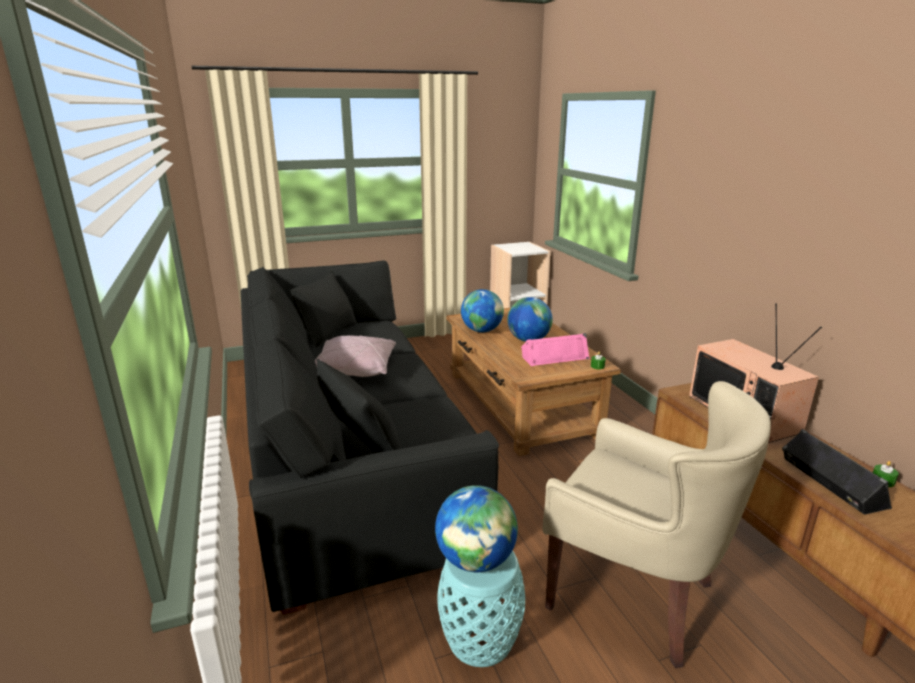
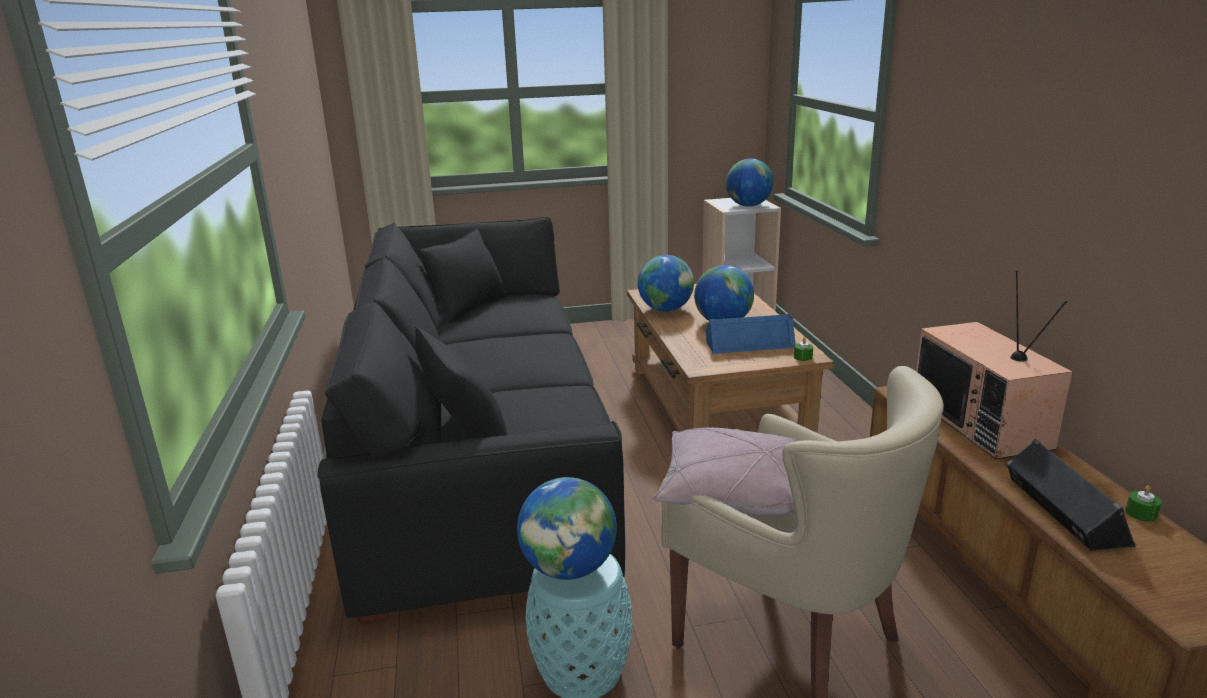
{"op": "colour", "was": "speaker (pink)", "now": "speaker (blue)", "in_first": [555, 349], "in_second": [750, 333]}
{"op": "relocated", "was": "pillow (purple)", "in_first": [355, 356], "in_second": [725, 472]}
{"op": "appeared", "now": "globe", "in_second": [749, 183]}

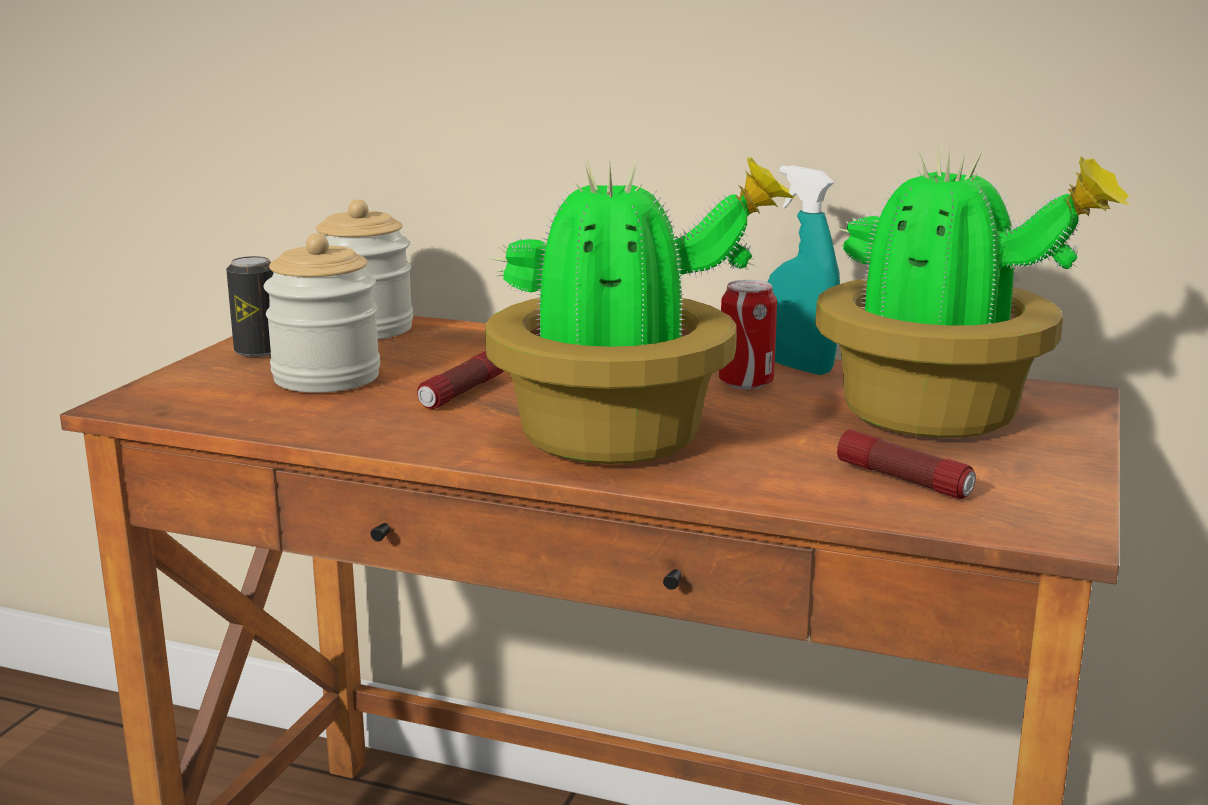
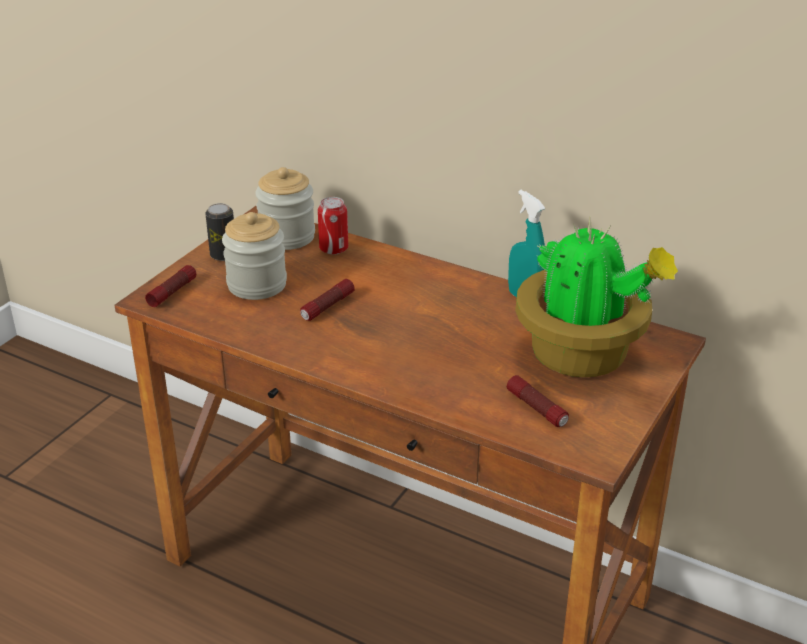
{"op": "missing", "was": "potted plant", "in_first": [641, 310]}
{"op": "relocated", "was": "can", "in_first": [748, 335], "in_second": [333, 226]}
{"op": "appeared", "now": "flashlight", "in_second": [170, 286]}

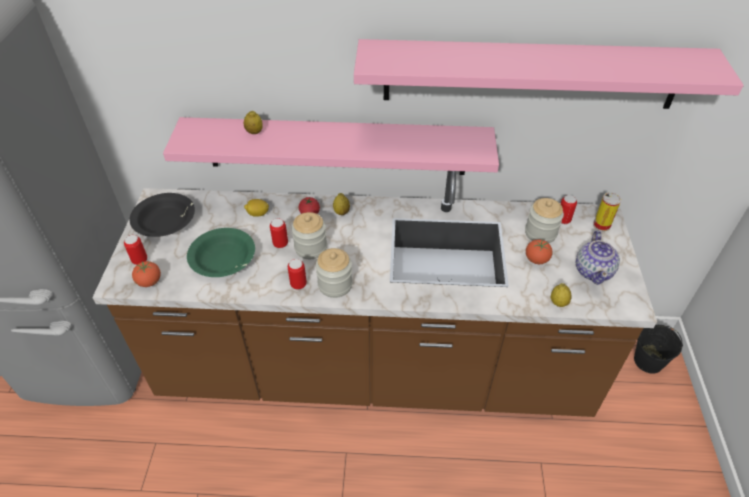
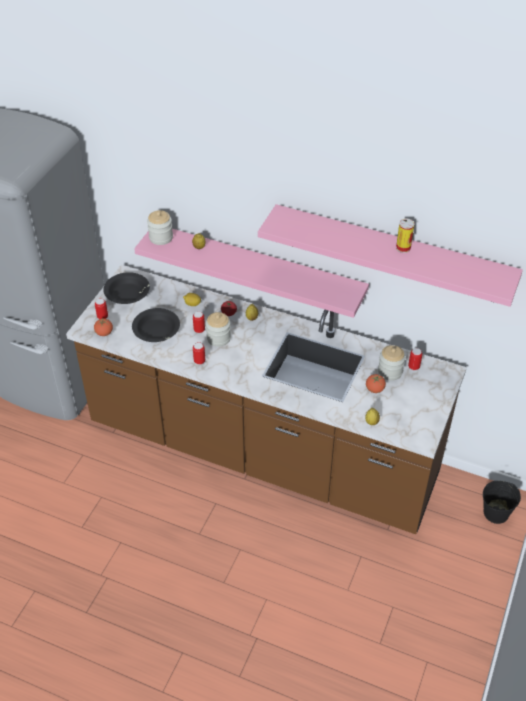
{"op": "relocated", "was": "can", "in_first": [607, 211], "in_second": [405, 236]}
{"op": "colour", "was": "bowl (green)", "now": "bowl (black)", "in_first": [221, 252], "in_second": [156, 325]}
{"op": "missing", "was": "teapot", "in_first": [598, 257]}
{"op": "relocated", "was": "jar", "in_first": [334, 273], "in_second": [160, 227]}

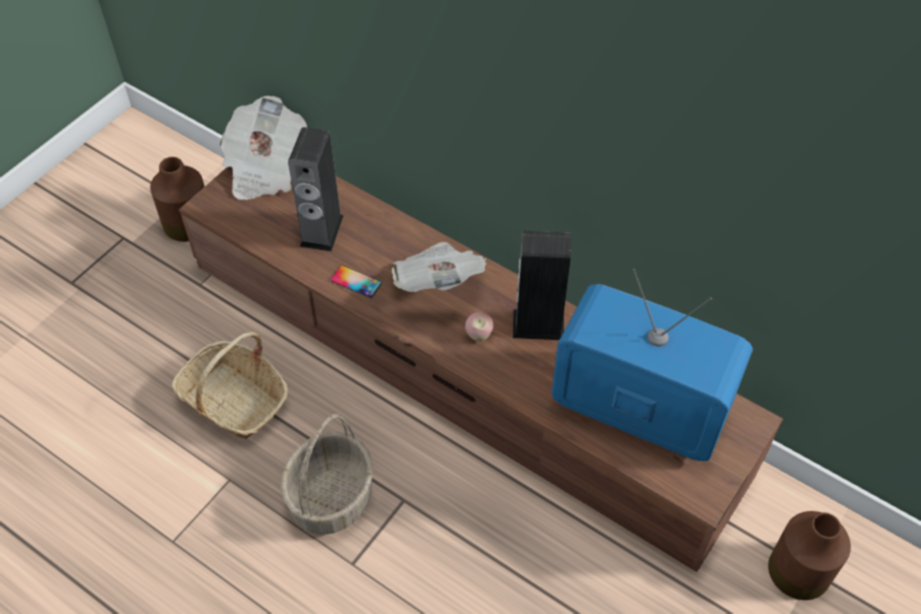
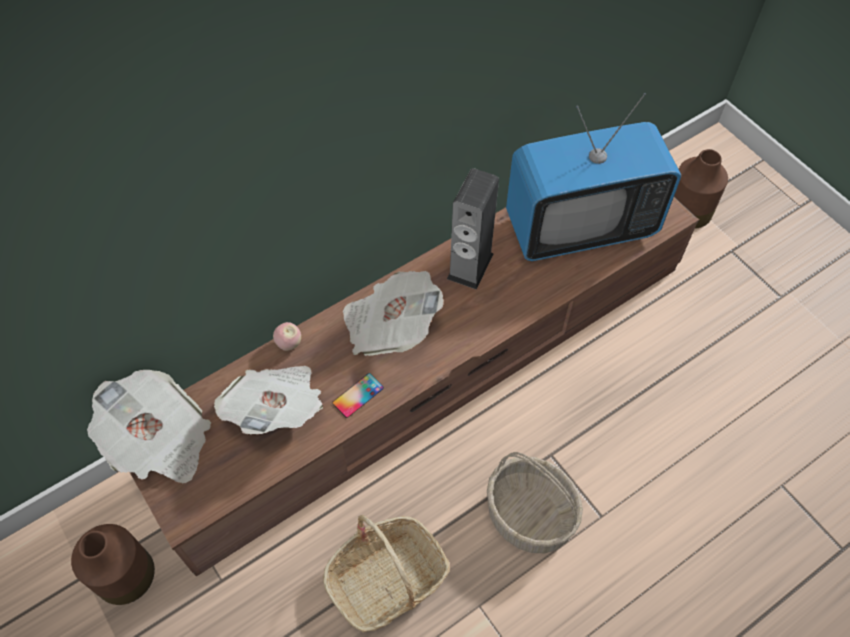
{"op": "exchanged", "was": "speaker", "now": "newspaper", "in_first": [316, 189], "in_second": [268, 399]}
{"op": "spun", "was": "television", "in_first": [652, 365], "in_second": [593, 177], "clockwise": -150}
{"op": "relocated", "was": "apple", "in_first": [479, 326], "in_second": [287, 336]}

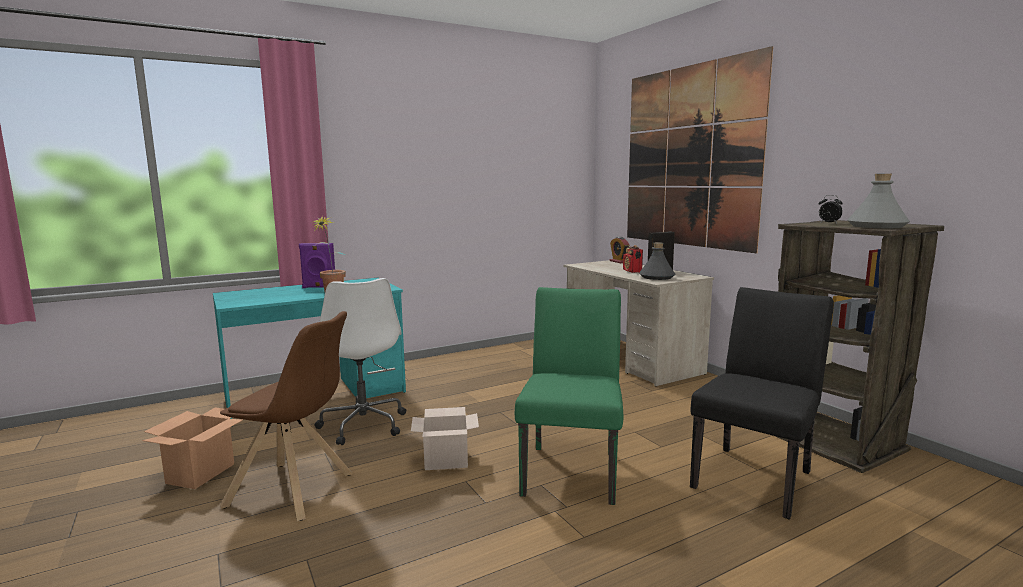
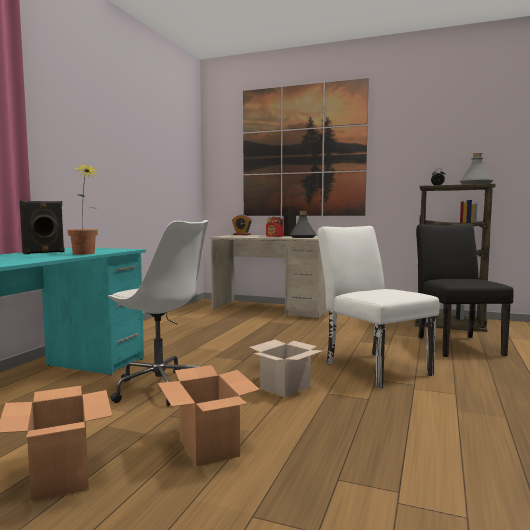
{"op": "colour", "was": "speaker (purple)", "now": "speaker (black)", "in_first": [317, 265], "in_second": [42, 227]}
{"op": "colour", "was": "chair (green)", "now": "chair (white)", "in_first": [569, 396], "in_second": [378, 307]}
{"op": "exchanged", "was": "chair (brown)", "now": "cardboard box", "in_first": [286, 416], "in_second": [209, 416]}

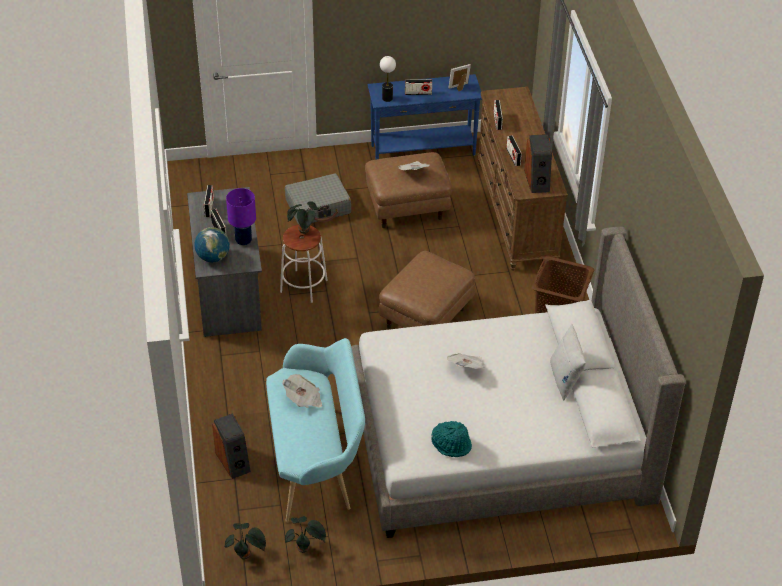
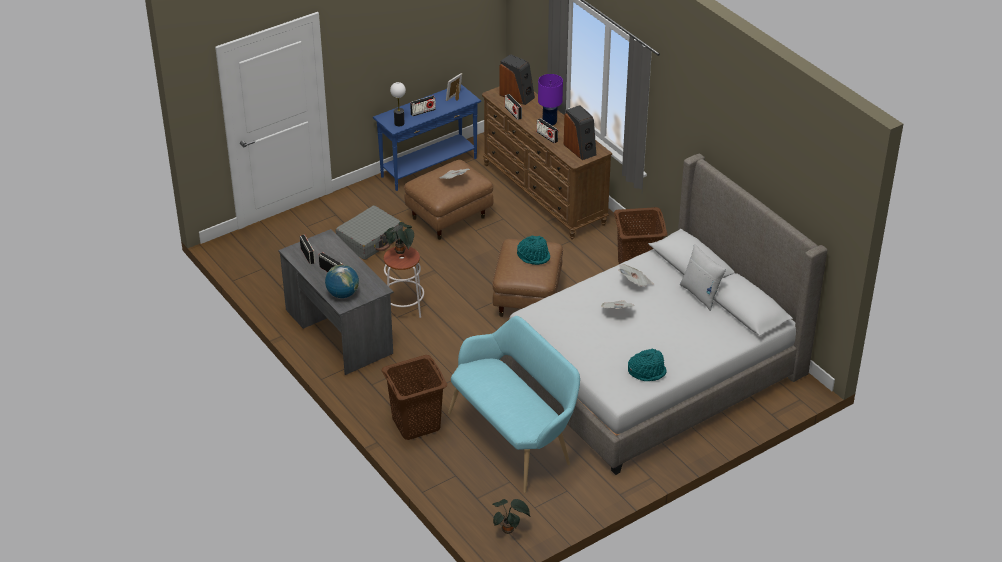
{"op": "relocated", "was": "table lamp (purple)", "in_first": [241, 216], "in_second": [550, 100]}
{"op": "relocated", "was": "newspaper", "in_first": [302, 391], "in_second": [636, 275]}
{"op": "relocated", "was": "speaker", "in_first": [231, 446], "in_second": [517, 79]}
{"op": "missing", "was": "potted plant", "in_first": [305, 534]}
{"op": "appeared", "now": "hat (turquoise)", "in_second": [533, 250]}
{"op": "appeared", "now": "laundry basket (brown)", "in_second": [414, 397]}

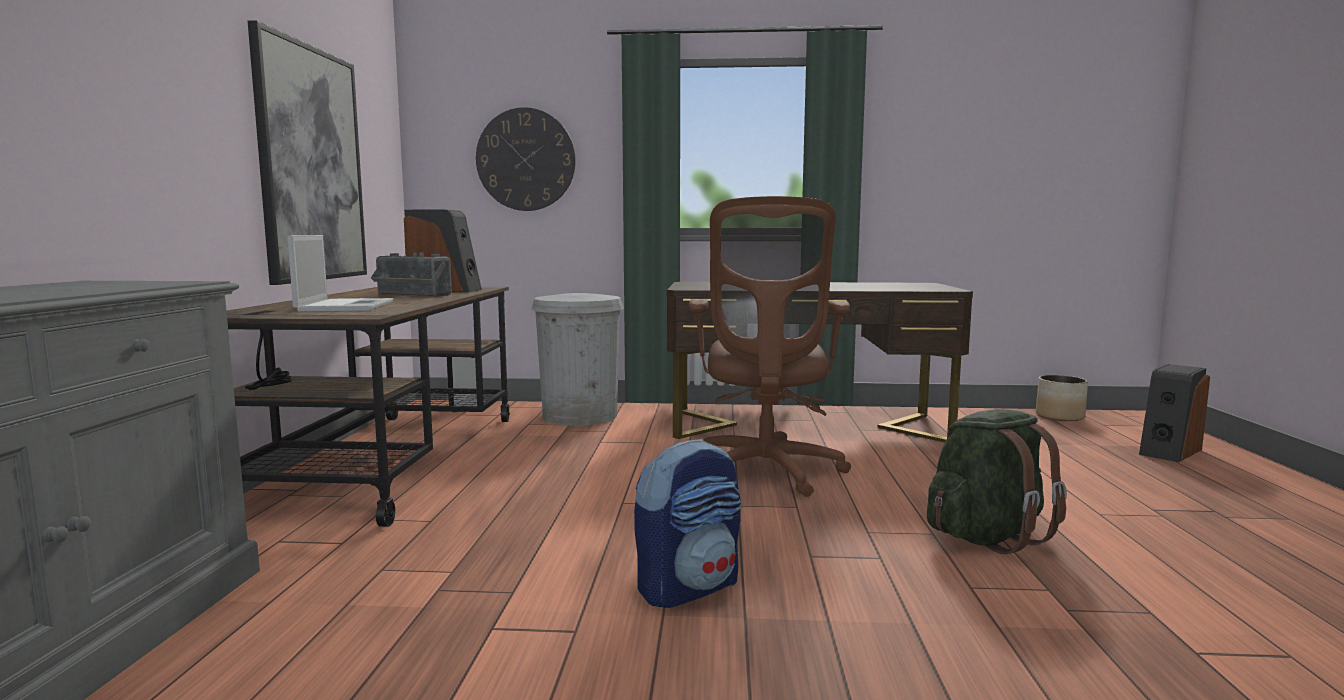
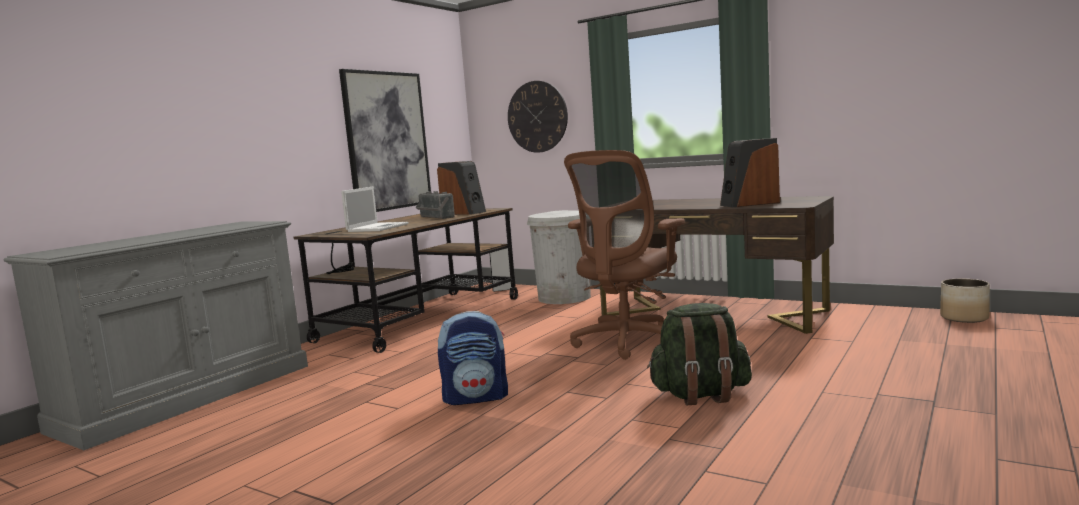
{"op": "relocated", "was": "speaker", "in_first": [1174, 413], "in_second": [750, 172]}

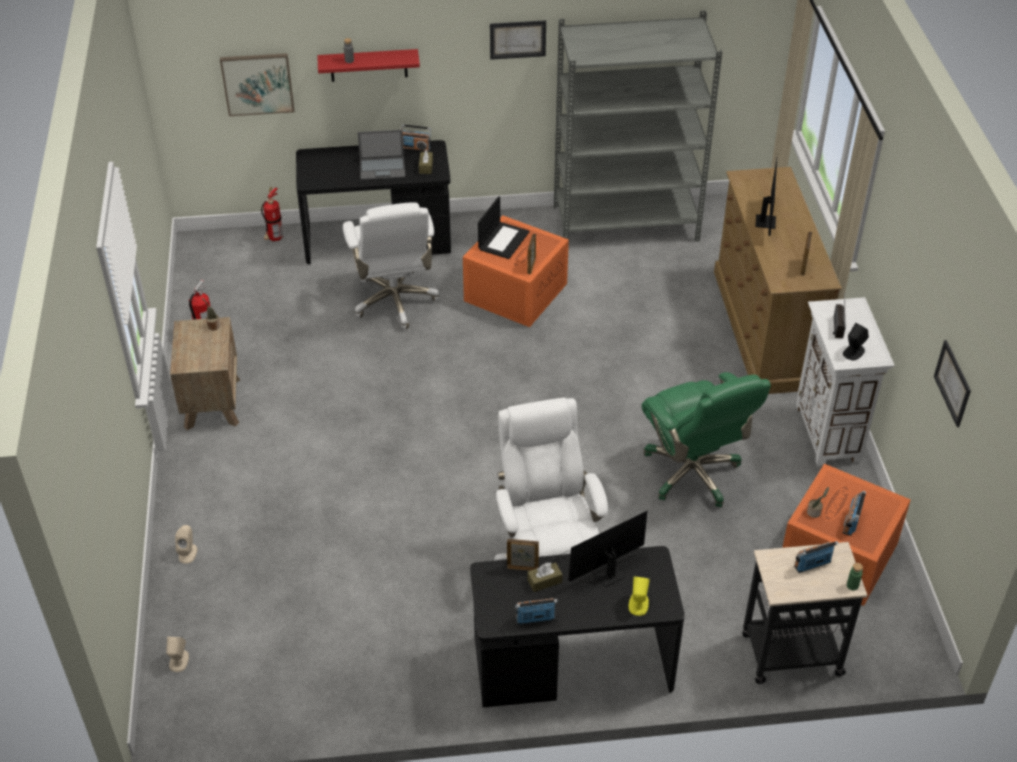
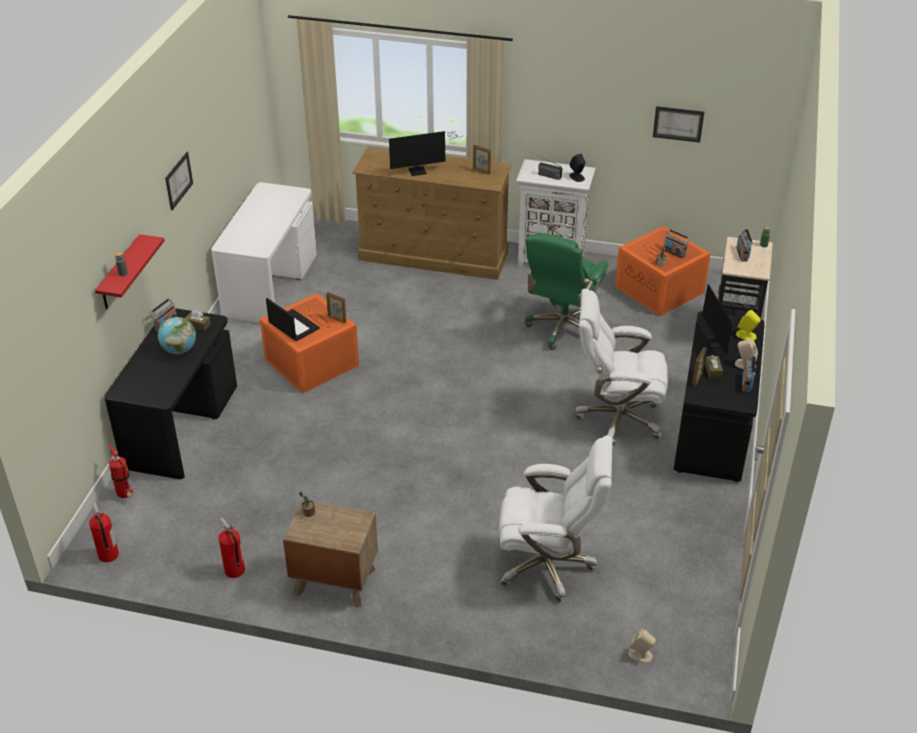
{"op": "exchanged", "was": "bookcase (grey)", "now": "desk (white)", "in_first": [638, 130], "in_second": [264, 252]}
{"op": "missing", "was": "picture", "in_first": [257, 84]}
{"op": "exchanged", "was": "laptop", "now": "globe", "in_first": [381, 155], "in_second": [177, 335]}
{"op": "spun", "was": "monitor", "in_first": [766, 197], "in_second": [424, 153], "clockwise": 135}
{"op": "relocated", "was": "office chair (white)", "in_first": [391, 266], "in_second": [556, 518]}
{"op": "spun", "was": "office chair (green)", "in_first": [706, 440], "in_second": [567, 291], "clockwise": 120}
{"op": "relocated", "was": "speaker (beige)", "in_first": [186, 544], "in_second": [746, 354]}
{"op": "appeared", "now": "fire extinguisher", "in_second": [104, 531]}

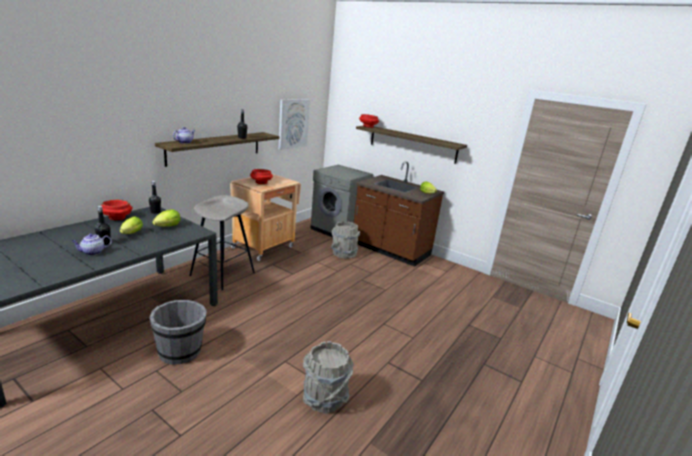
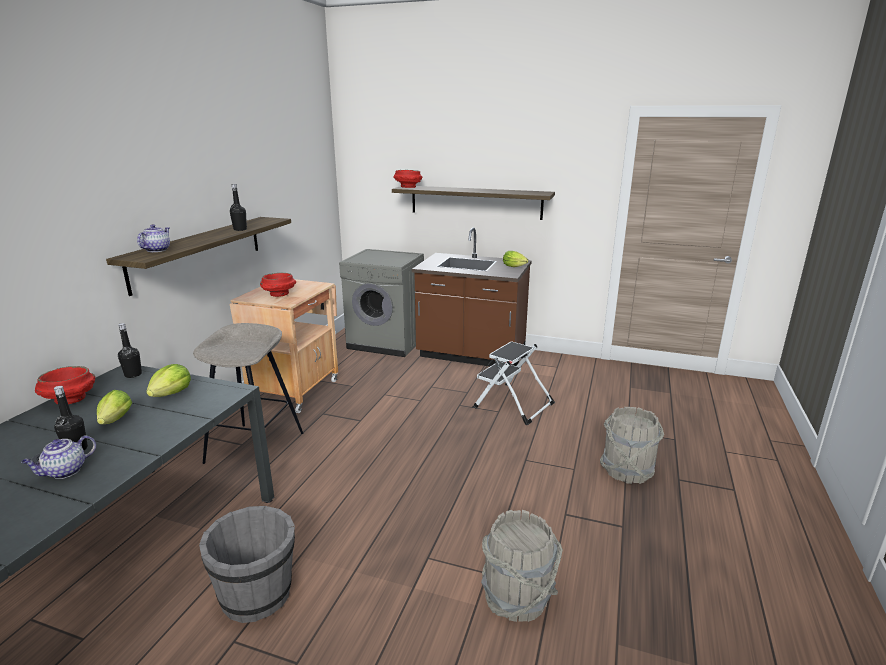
{"op": "missing", "was": "picture", "in_first": [294, 124]}
{"op": "relocated", "was": "bucket (grey)", "in_first": [345, 240], "in_second": [632, 445]}
{"op": "appeared", "now": "step ladder", "in_second": [514, 383]}

